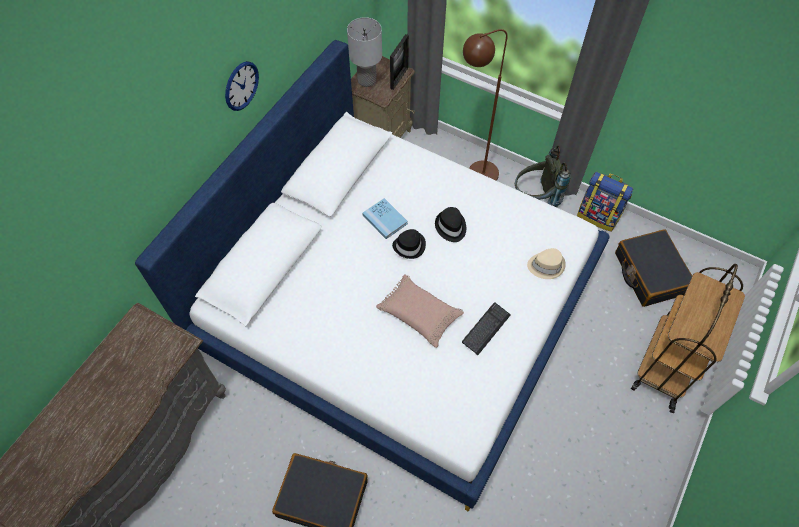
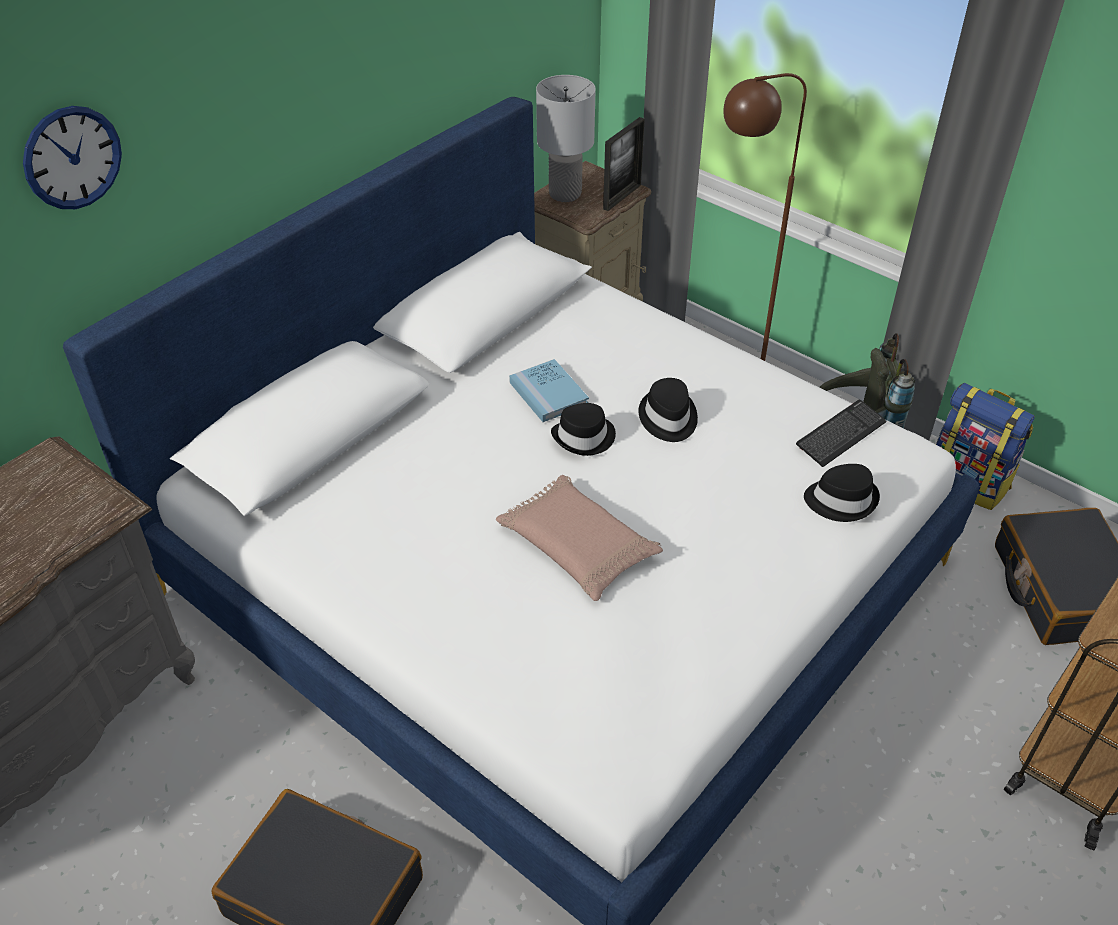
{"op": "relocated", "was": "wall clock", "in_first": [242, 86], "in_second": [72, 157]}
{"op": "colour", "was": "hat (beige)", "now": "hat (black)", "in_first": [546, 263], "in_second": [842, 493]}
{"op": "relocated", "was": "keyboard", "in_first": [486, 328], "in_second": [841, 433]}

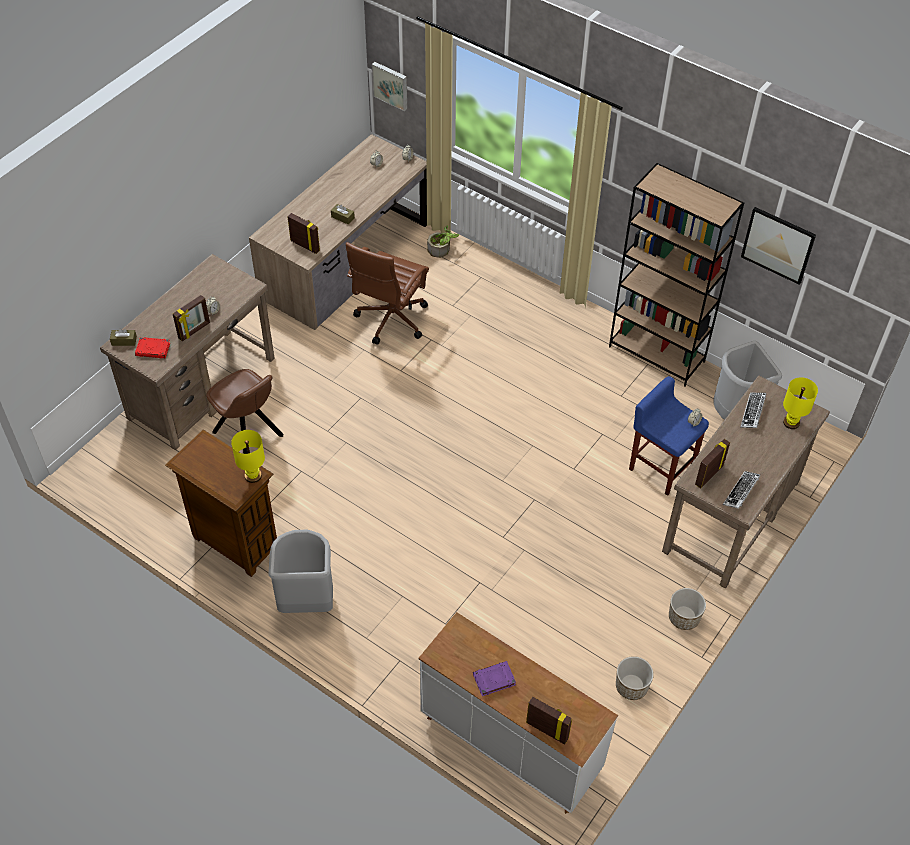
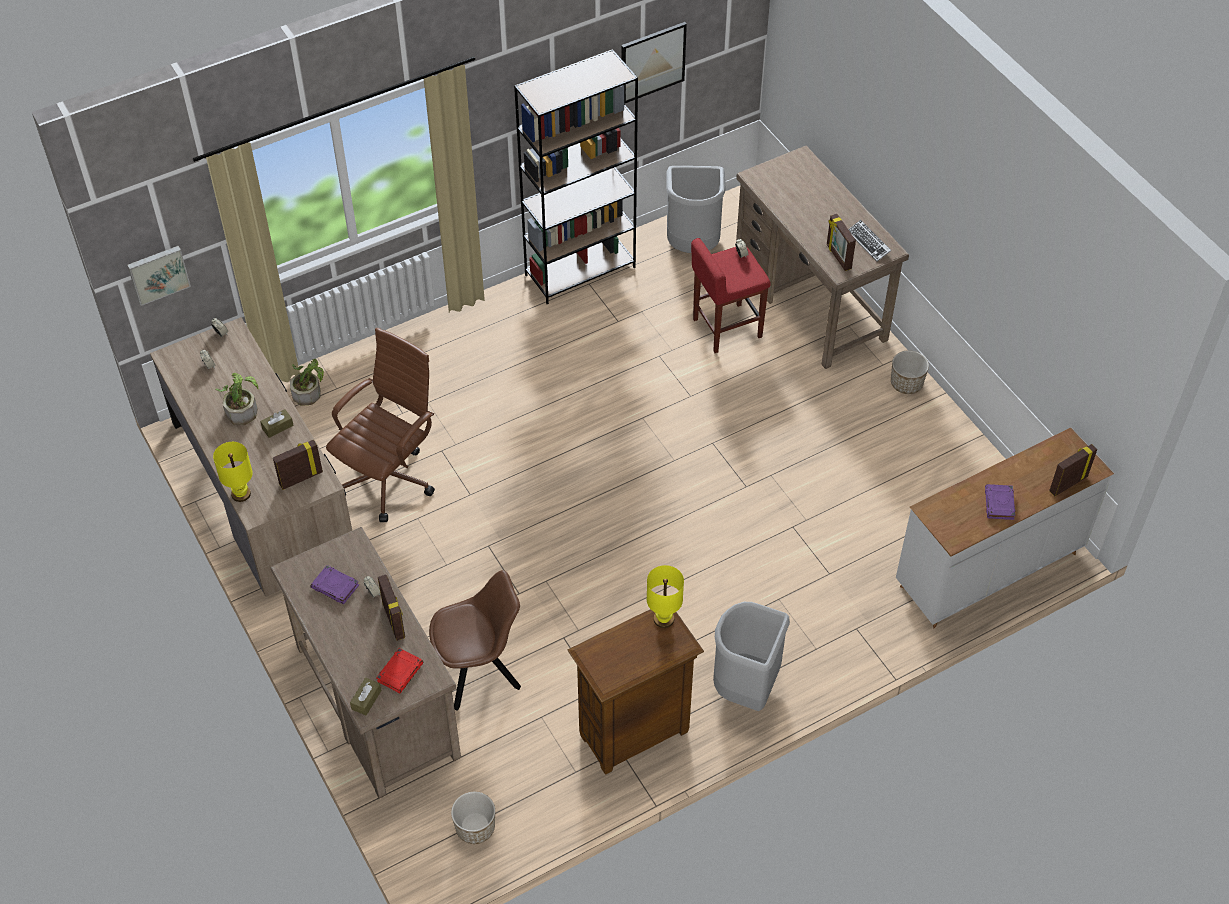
{"op": "spun", "was": "office chair (brown)", "in_first": [387, 293], "in_second": [380, 425], "clockwise": -105}
{"op": "colour", "was": "stool (blue)", "now": "stool (red)", "in_first": [669, 436], "in_second": [731, 295]}
{"op": "relocated", "was": "table lamp (yellow)", "in_first": [800, 403], "in_second": [233, 472]}
{"op": "missing", "was": "keyboard", "in_first": [753, 410]}
{"op": "relocated", "was": "planter", "in_first": [635, 678], "in_second": [473, 818]}
{"op": "appeared", "now": "potted plant", "in_second": [236, 399]}
{"op": "appeared", "now": "book (purple)", "in_second": [335, 584]}

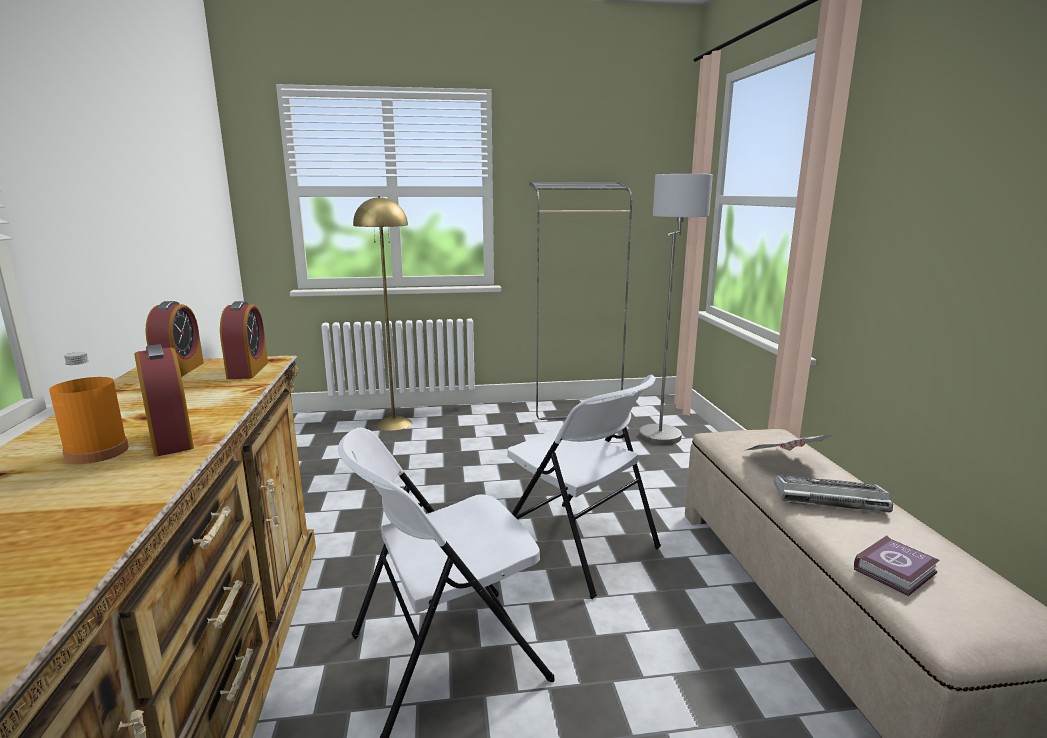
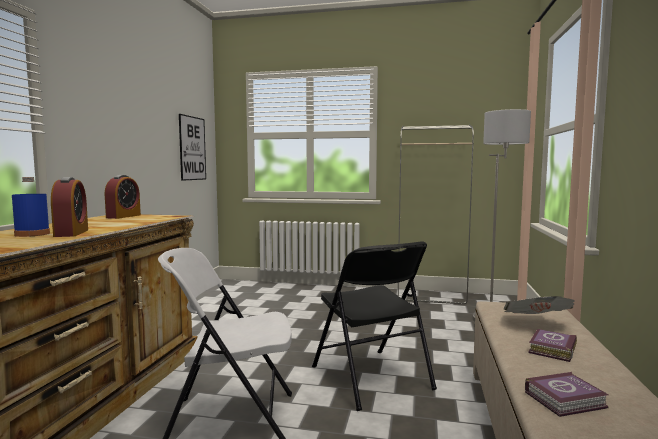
{"op": "missing", "was": "floor lamp (yellow)", "in_first": [382, 313]}
{"op": "missing", "was": "alarm clock", "in_first": [244, 340]}
{"op": "colour", "was": "bottle (orange)", "now": "bottle (blue)", "in_first": [89, 408], "in_second": [31, 207]}
{"op": "colour", "was": "chair (white)", "now": "chair (black)", "in_first": [584, 486], "in_second": [374, 326]}
{"op": "exchanged", "was": "keyboard", "now": "book", "in_first": [834, 494], "in_second": [552, 345]}
{"op": "appeared", "now": "picture", "in_second": [192, 147]}

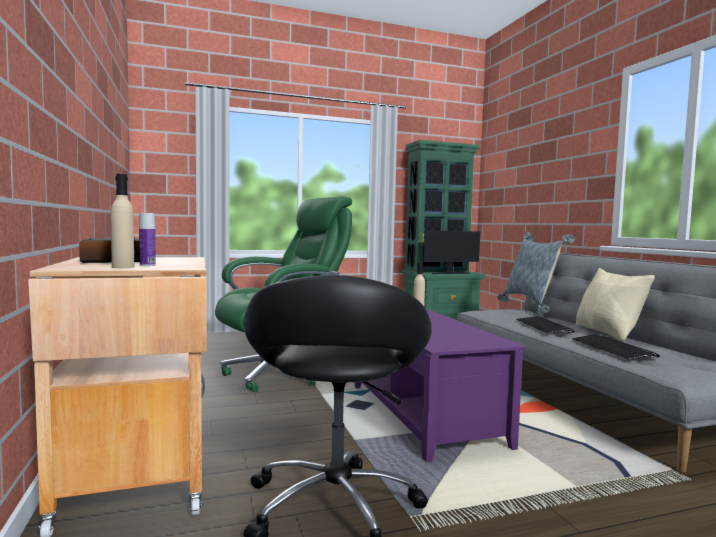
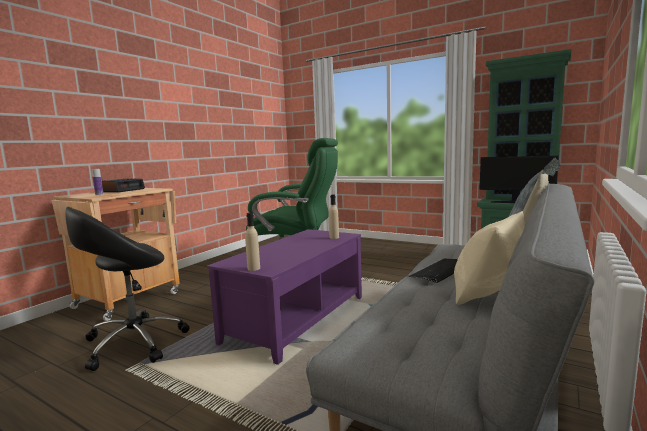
{"op": "relocated", "was": "bottle (beige)", "in_first": [122, 221], "in_second": [252, 242]}
{"op": "missing", "was": "keyboard", "in_first": [616, 346]}

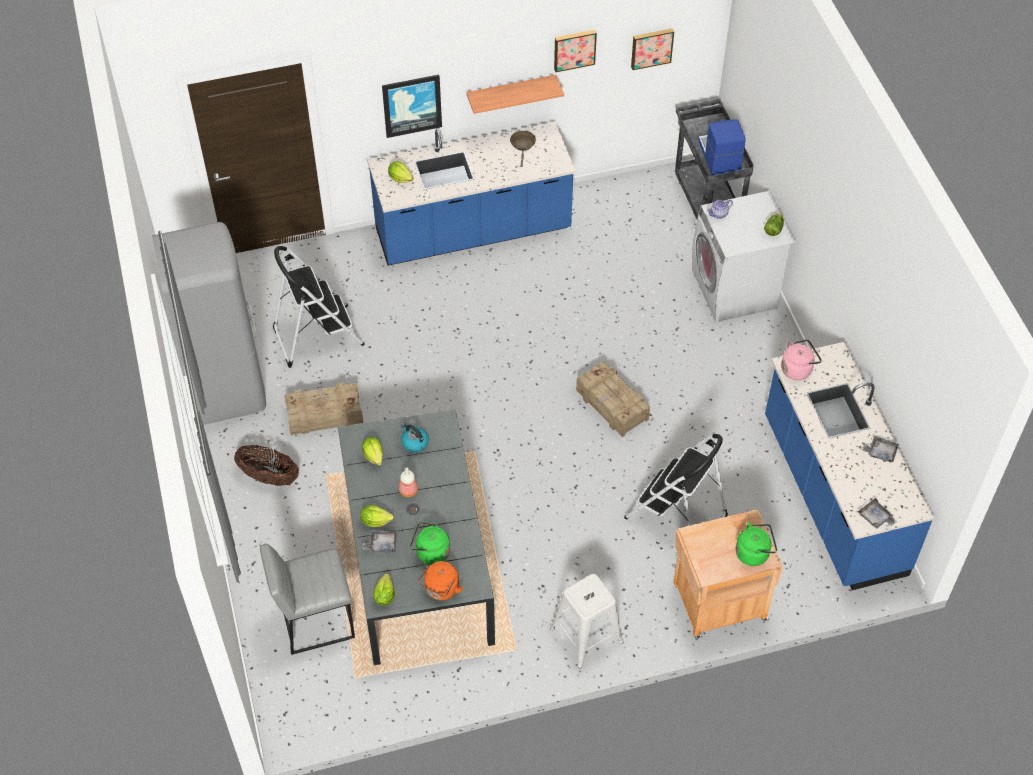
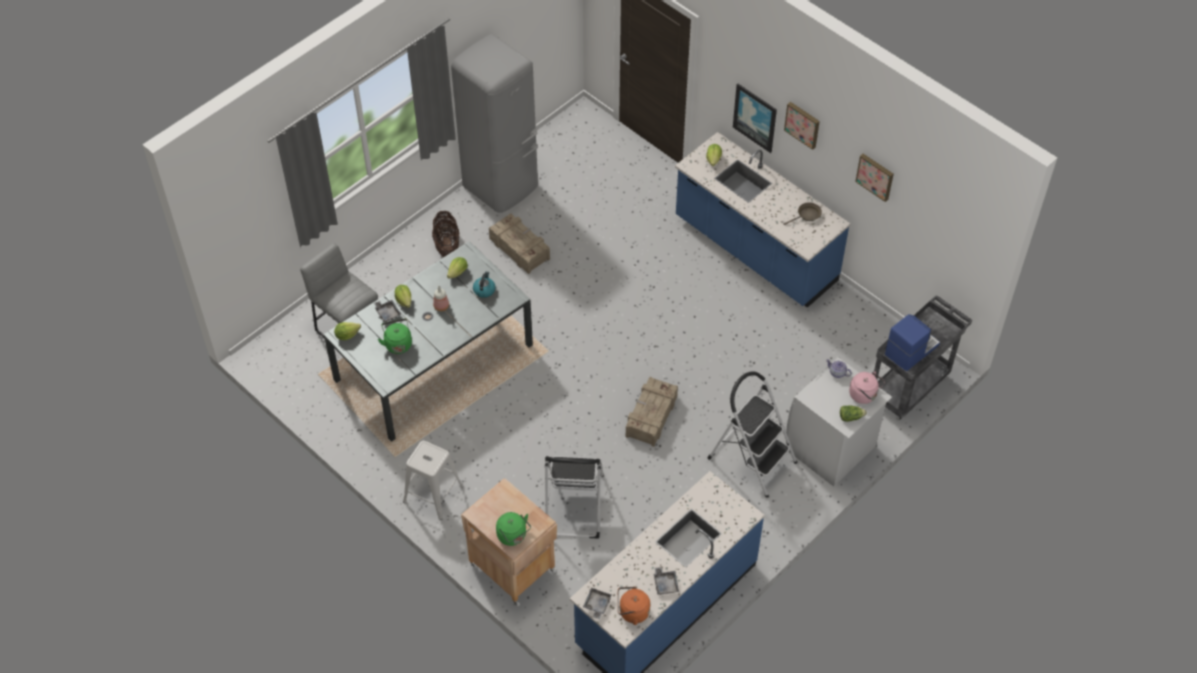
{"op": "relocated", "was": "picture", "in_first": [652, 49], "in_second": [802, 126]}
{"op": "missing", "was": "shelf", "in_first": [515, 94]}
{"op": "relocated", "was": "step ladder", "in_first": [319, 307], "in_second": [752, 434]}
{"op": "relocated", "was": "kettle (pink)", "in_first": [801, 359], "in_second": [867, 387]}
{"op": "relocated", "was": "kettle (orange)", "in_first": [440, 580], "in_second": [634, 606]}

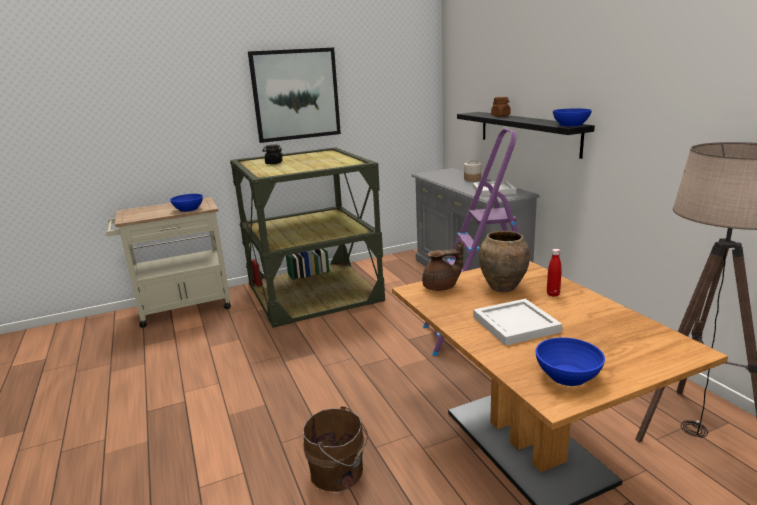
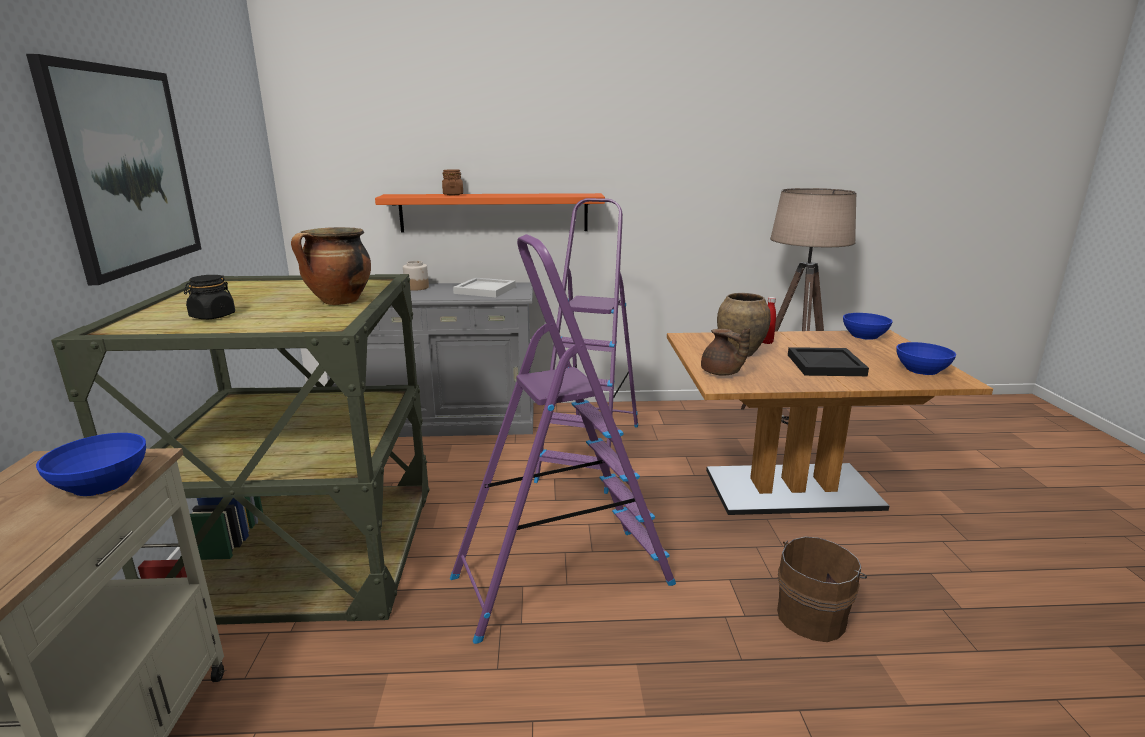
{"op": "relocated", "was": "bowl (blue)", "in_first": [572, 117], "in_second": [867, 326]}
{"op": "colour", "was": "shelf (black)", "now": "shelf (orange)", "in_first": [526, 135], "in_second": [490, 212]}
{"op": "spun", "was": "teapot (brown)", "in_first": [442, 266], "in_second": [725, 352], "clockwise": 135}
{"op": "colour", "was": "tray (white)", "now": "tray (black)", "in_first": [517, 322], "in_second": [828, 361]}
{"op": "appeared", "now": "cooking pot", "in_second": [331, 266]}
{"op": "appeared", "now": "step ladder (purple)", "in_second": [563, 439]}

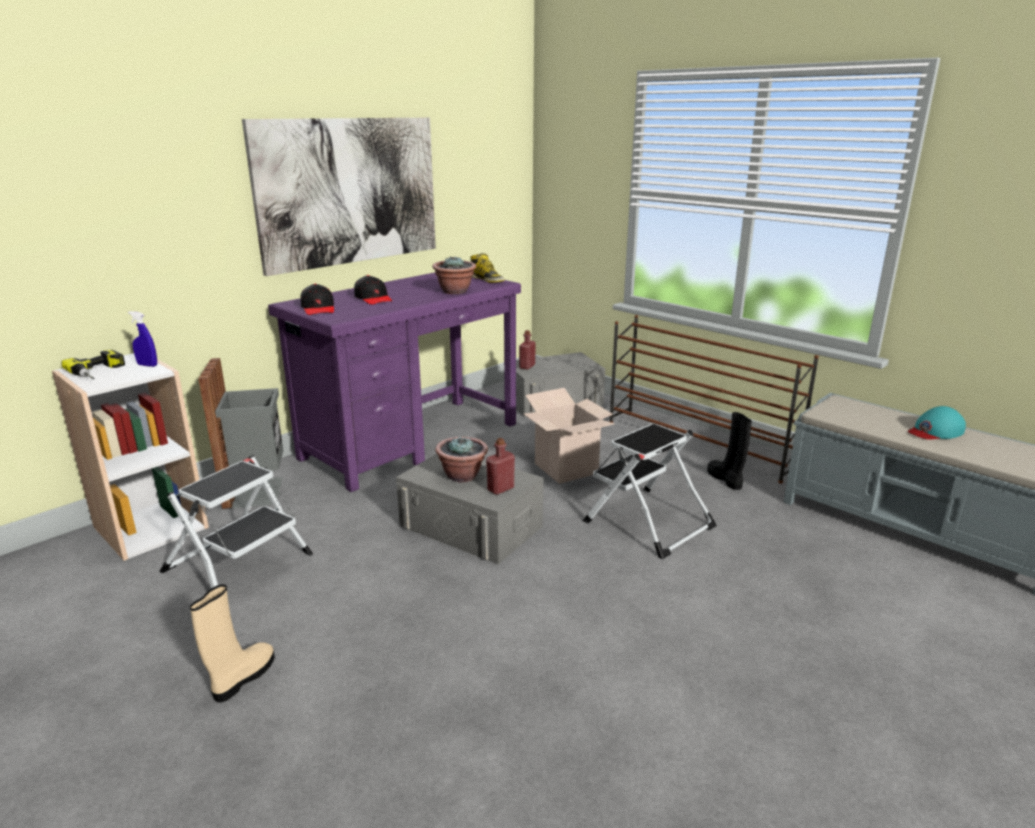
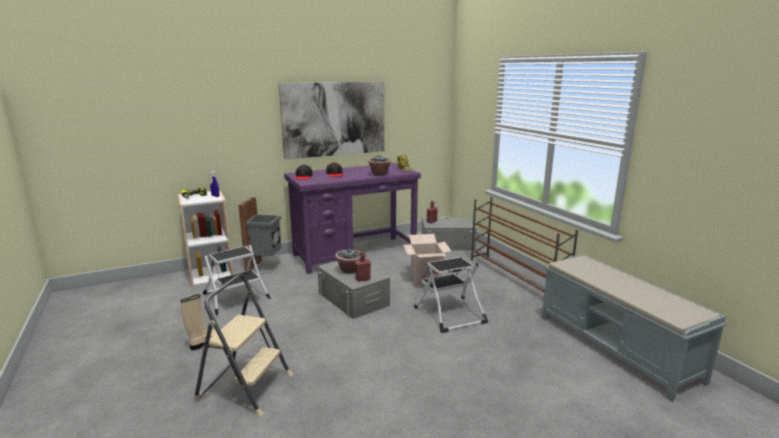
{"op": "missing", "was": "cap (turquoise)", "in_first": [937, 423]}
{"op": "missing", "was": "boot (black)", "in_first": [729, 451]}
{"op": "appeared", "now": "step ladder (beige)", "in_second": [243, 345]}

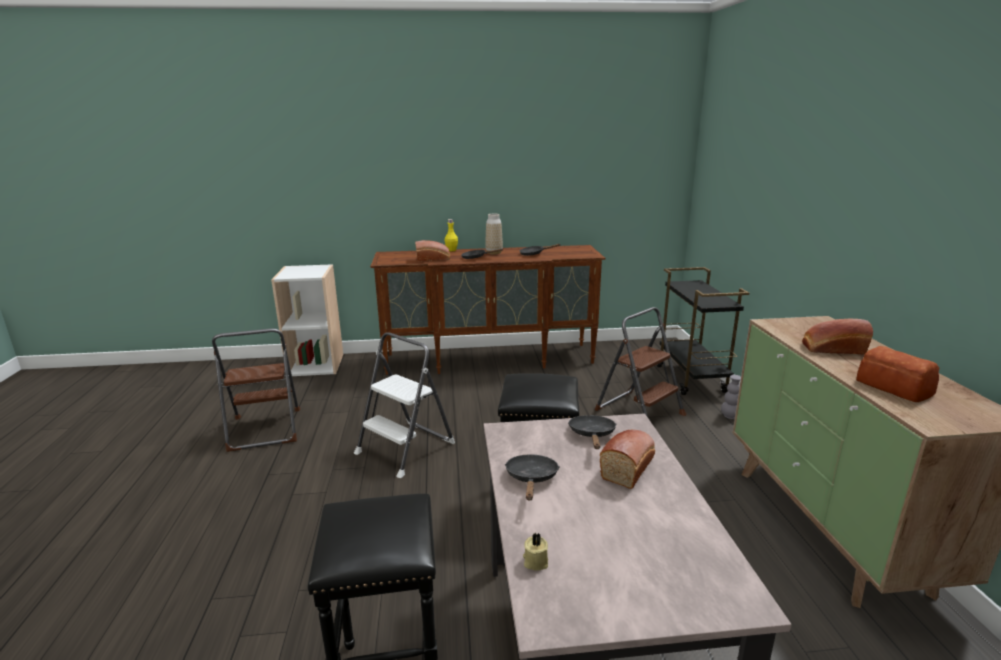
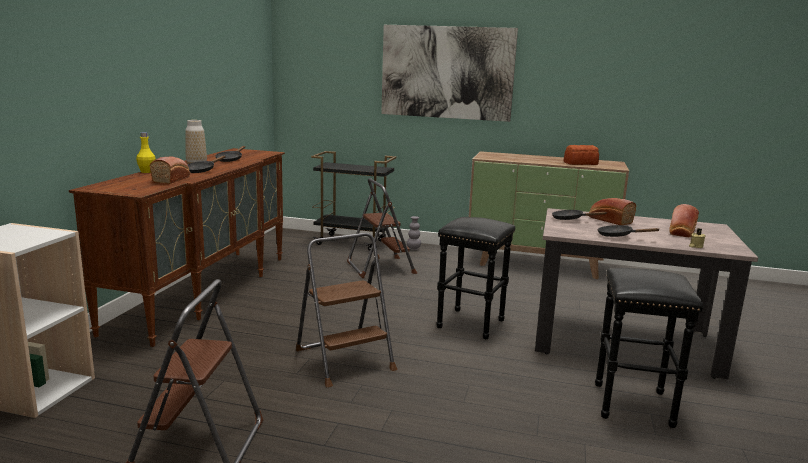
{"op": "relocated", "was": "bread", "in_first": [837, 336], "in_second": [684, 220]}
{"op": "colour", "was": "step ladder (white)", "now": "step ladder (brown)", "in_first": [404, 405], "in_second": [346, 310]}
{"op": "appeared", "now": "picture", "in_second": [449, 73]}

